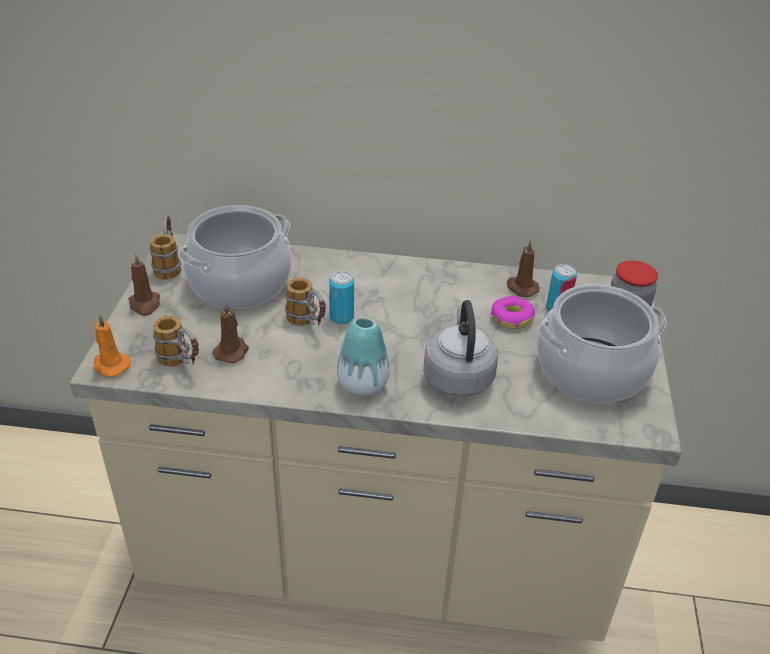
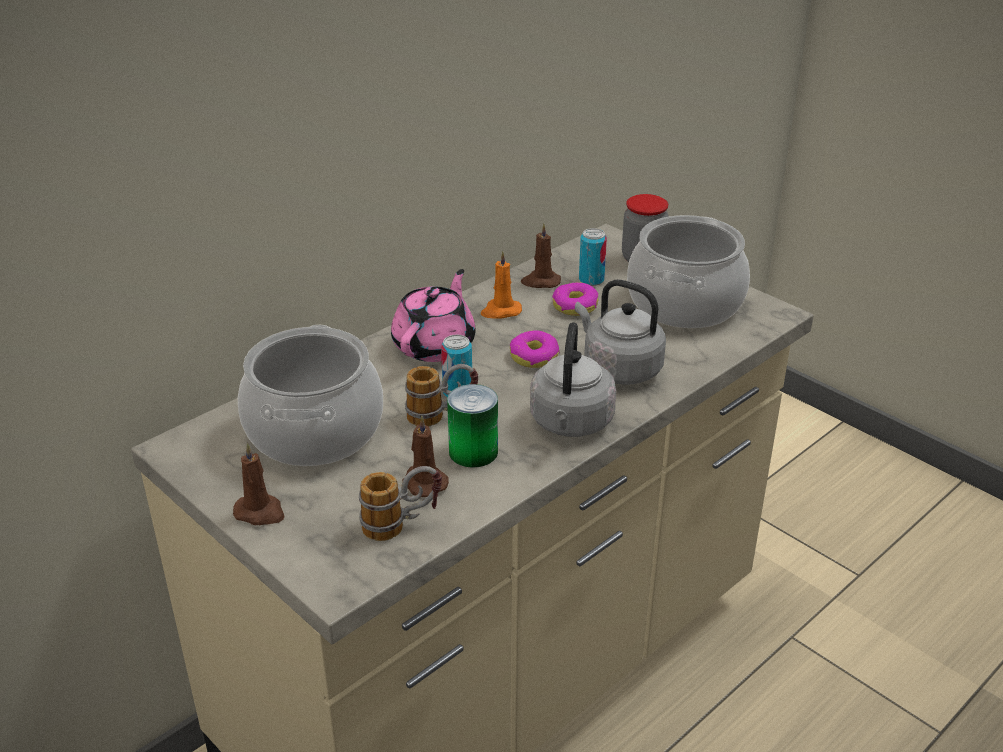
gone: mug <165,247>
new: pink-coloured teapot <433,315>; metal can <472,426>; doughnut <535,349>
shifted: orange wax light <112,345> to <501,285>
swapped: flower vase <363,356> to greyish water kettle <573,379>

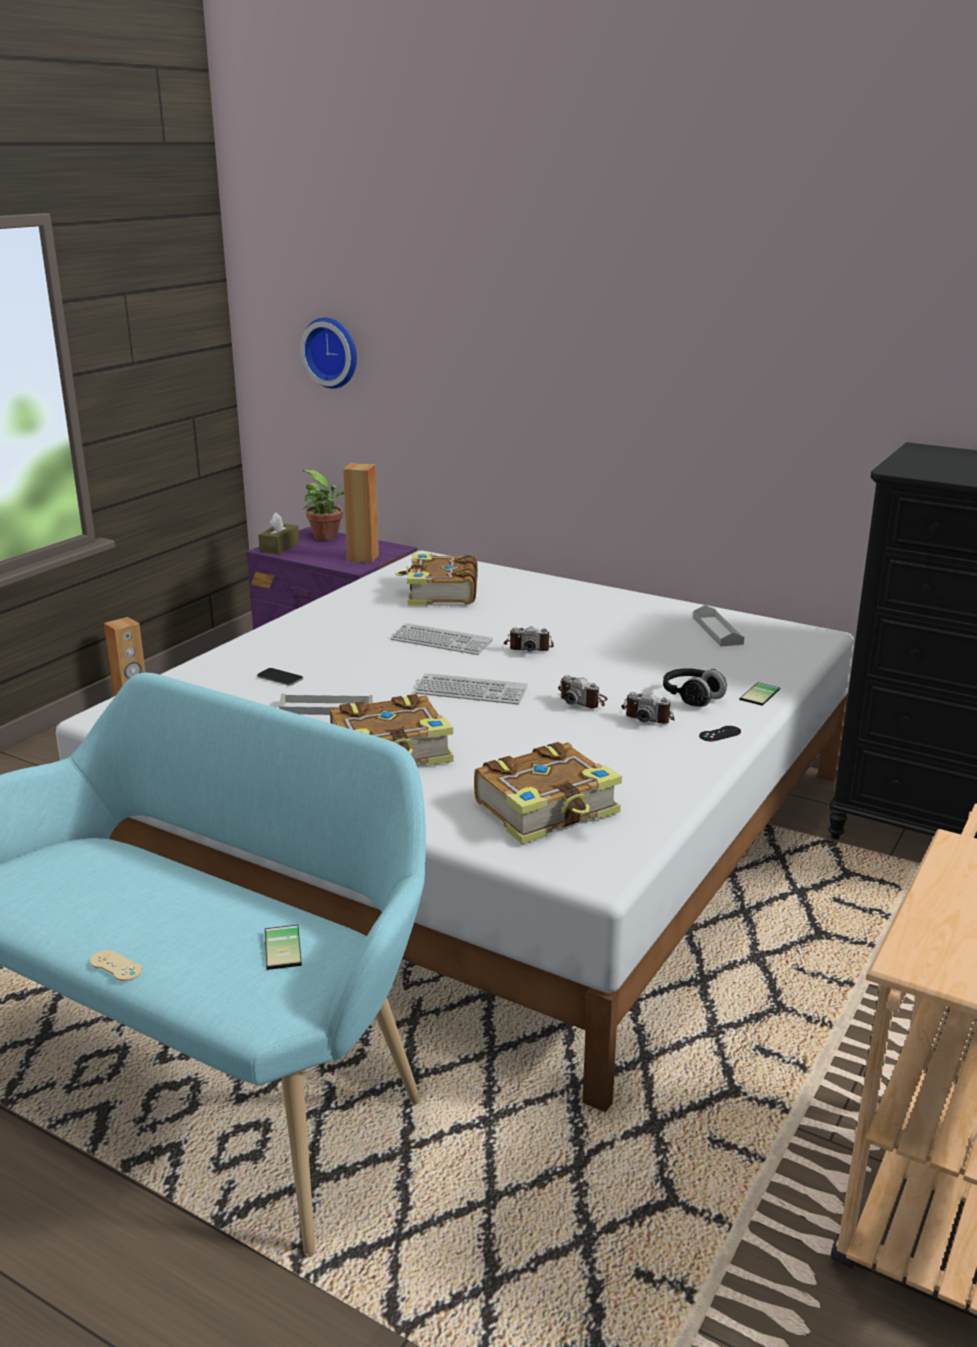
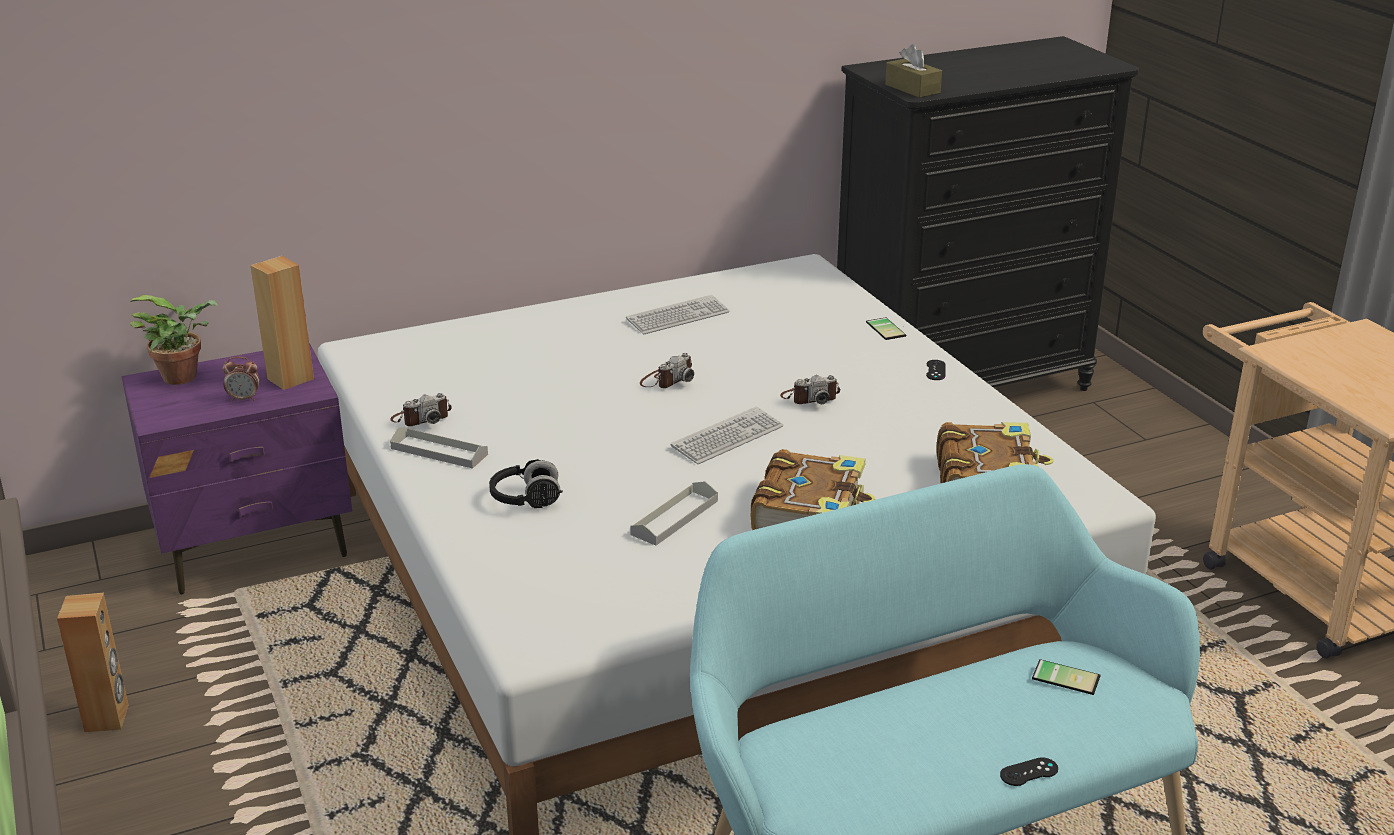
gone: handset <280,677>; wall clock <328,353>; bound book <437,579>
new: table clock <241,379>
shifted: brownish tissue holder <278,533> to <913,71>; computer keyboard <441,639> to <678,314>; still camera <647,708> to <421,409>; black headset <695,687> to <526,483>; greyish tray <718,626> to <439,448>
repainted: sand-coloured gamepad <116,965> to black gamepad <1029,771>

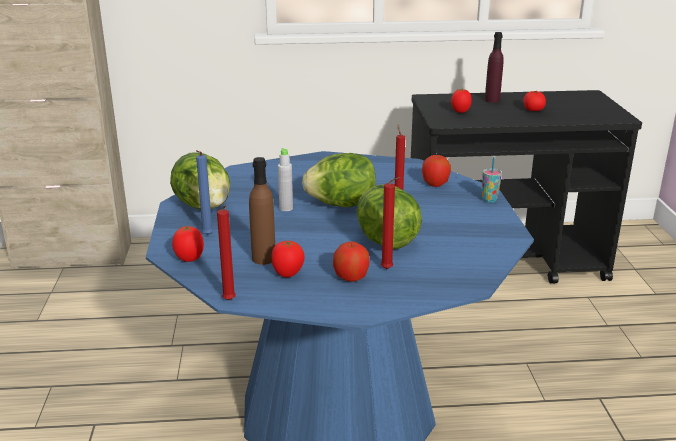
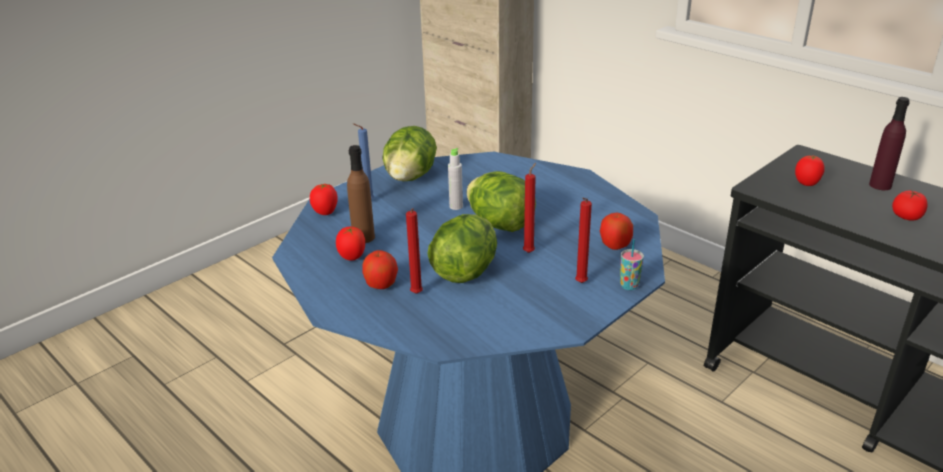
shifted: red-coloured wax light <226,252> to <583,240>

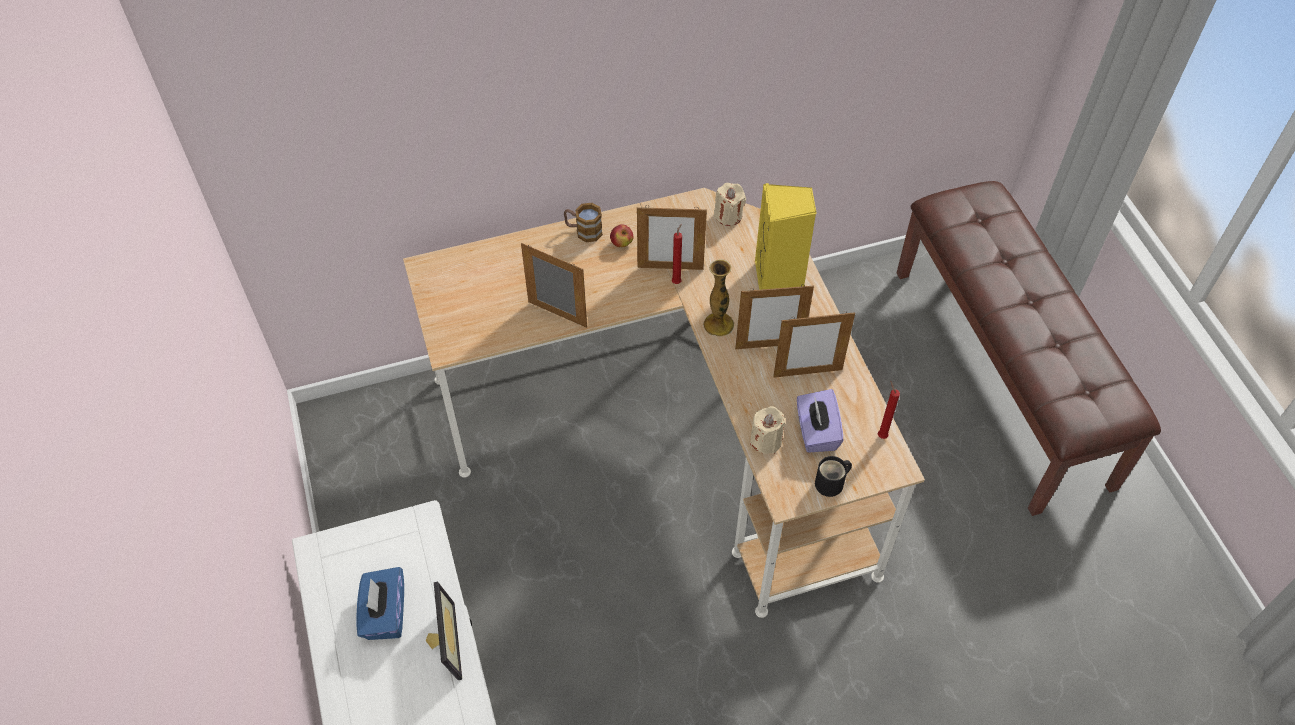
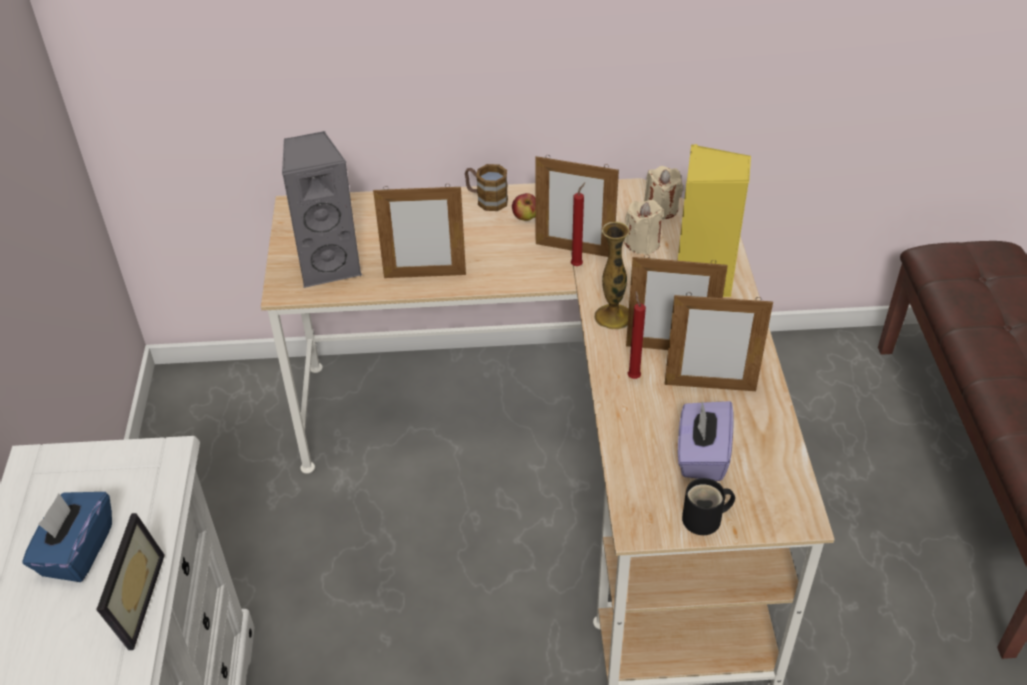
new: greyish speaker <322,209>
shifted: sand-coloured wax light <768,430> to <643,227>; red-coloured wax light <889,410> to <637,335>
rotated: picture frame <554,285> = <419,231> 135 degrees clockwise

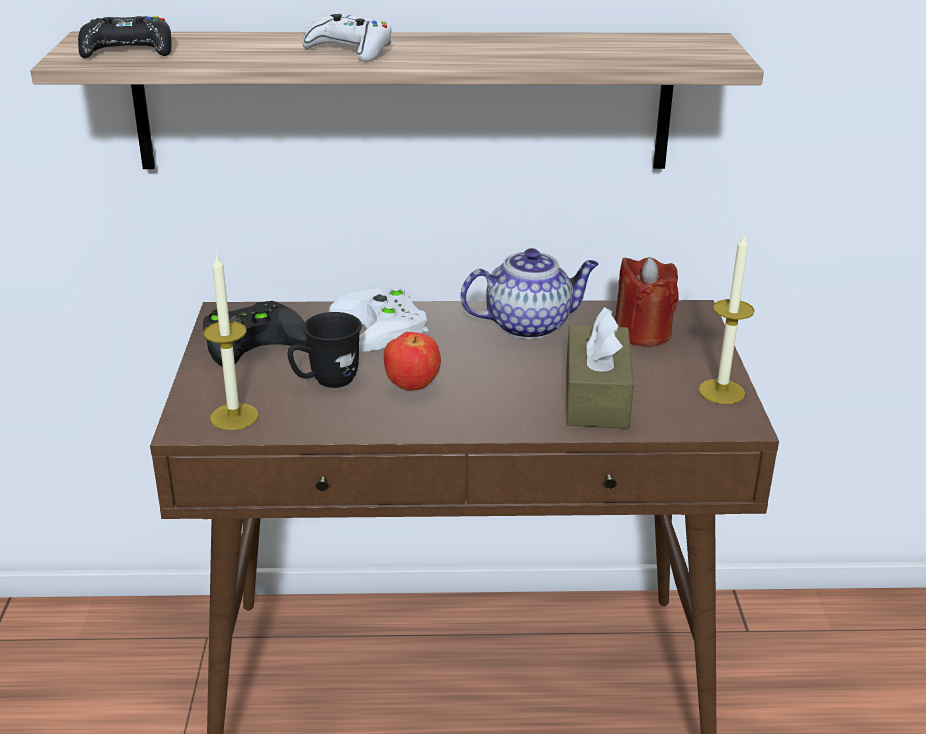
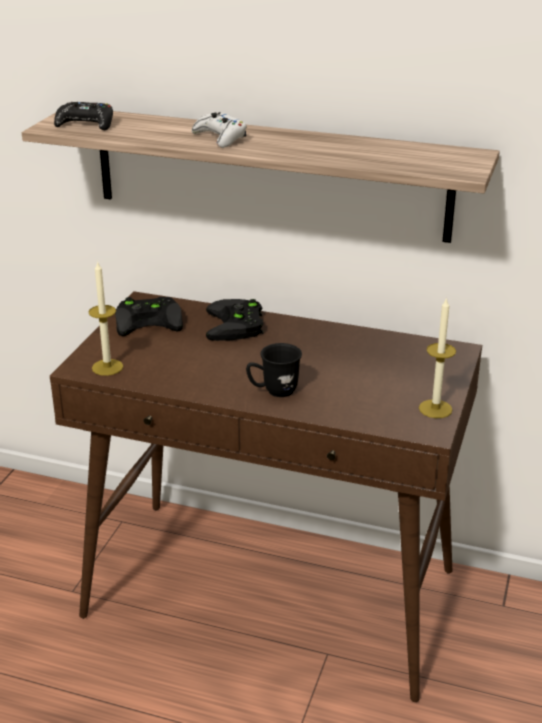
gone: whole apple <412,361>; teapot <529,293>; brownish tissue holder <600,368>; red-coloured wax light <647,302>
shifted: black mug <324,350> to <274,370>
repainted: white-coloured gamepad <378,318> to black gamepad <235,320>

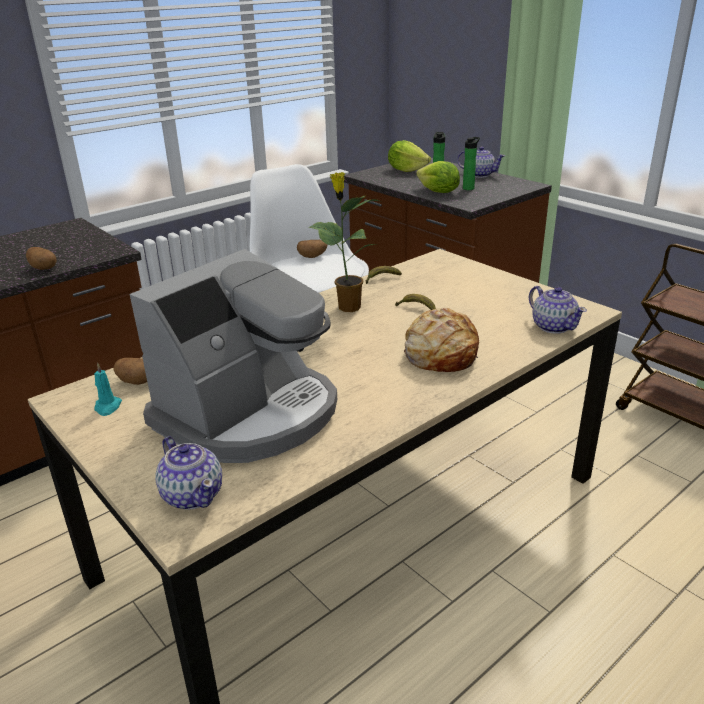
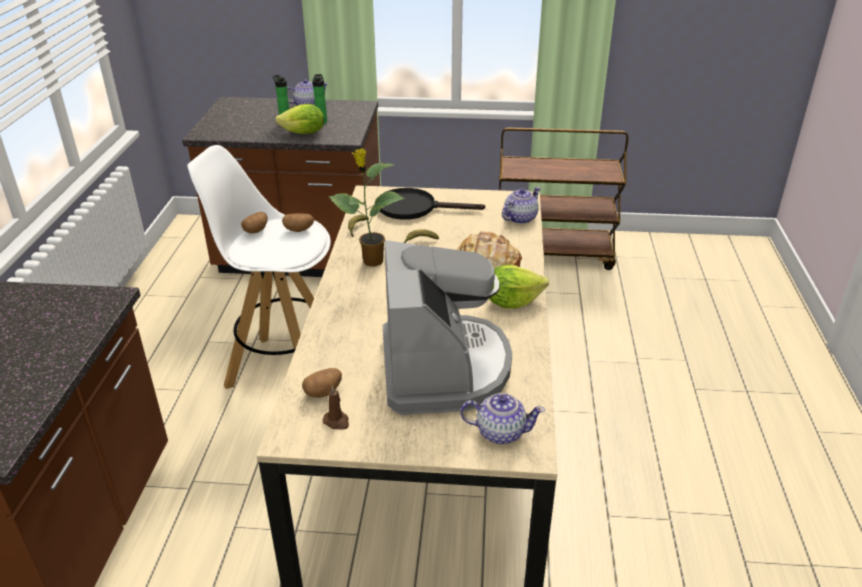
new: black skillet <432,204>
shifted: whole potato <41,258> to <298,222>; lettuce head <409,156> to <519,287>
repainted: turquoise-coloured wax light <108,389> to brownish wax light <335,407>
rotated: teapot <558,310> = <521,205> 60 degrees counterclockwise

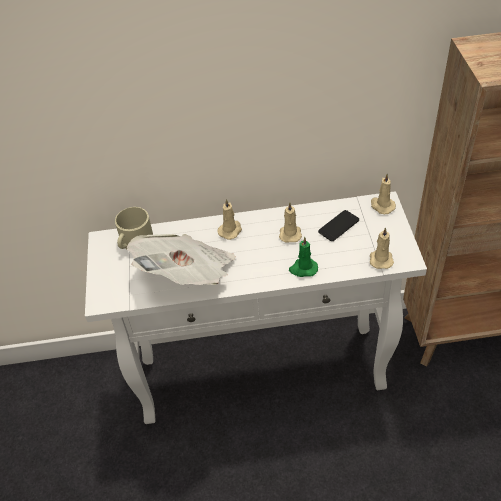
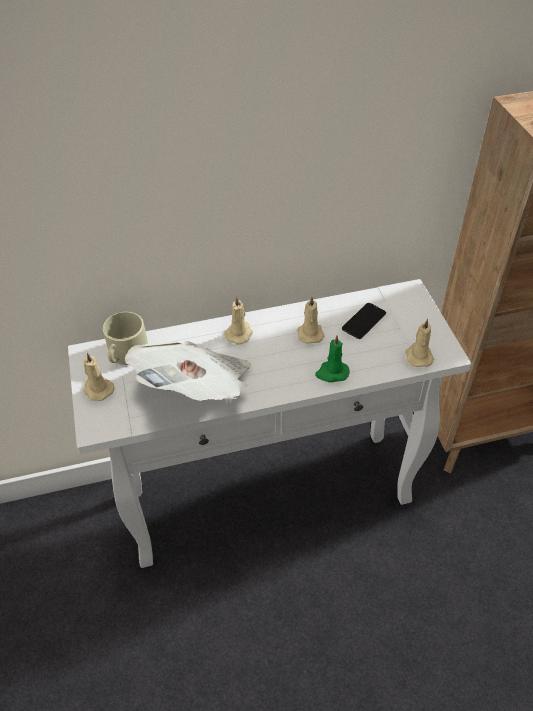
shifted: sand-coloured wax light <383,194> to <99,376>

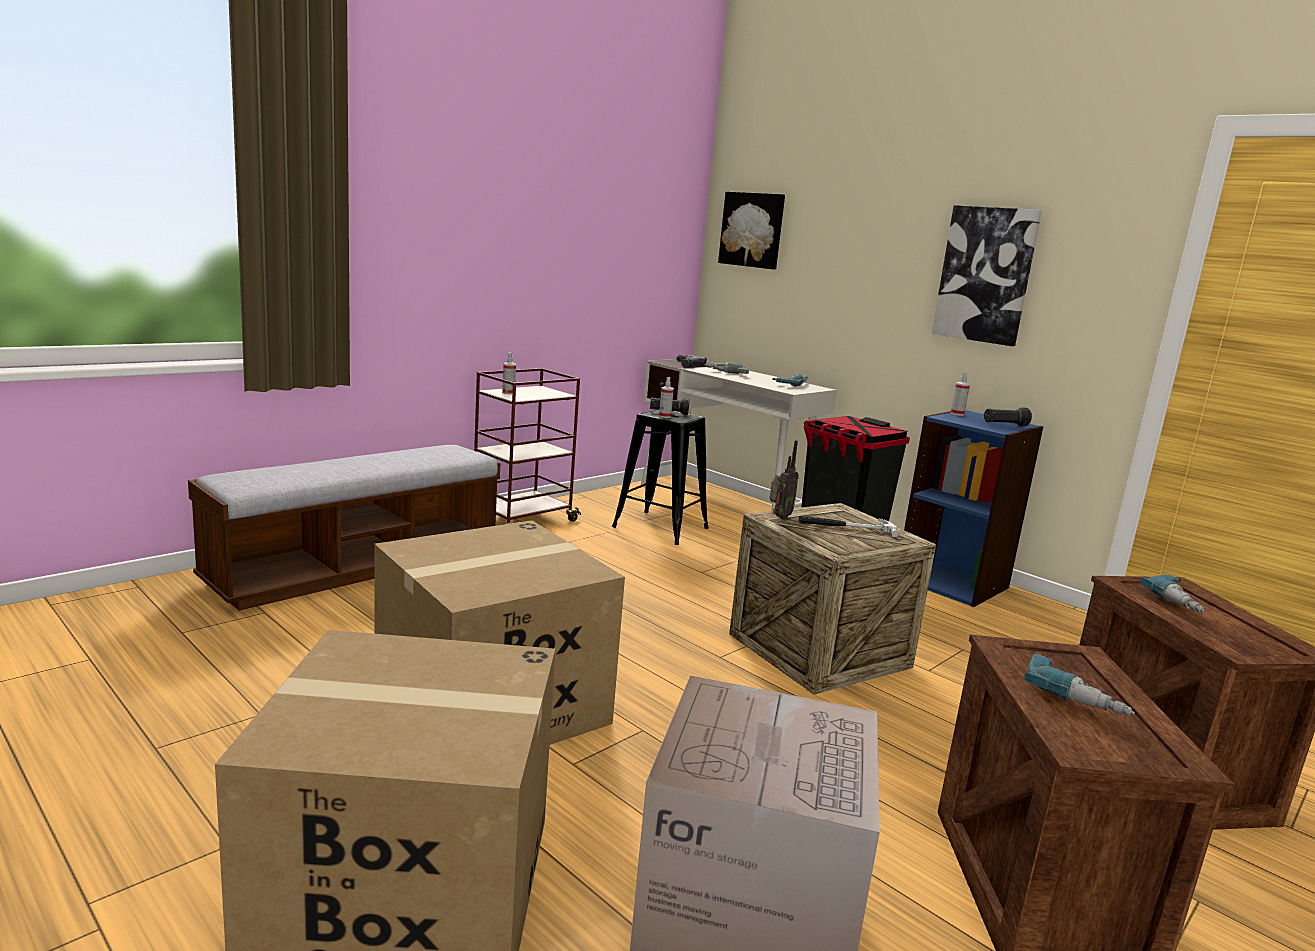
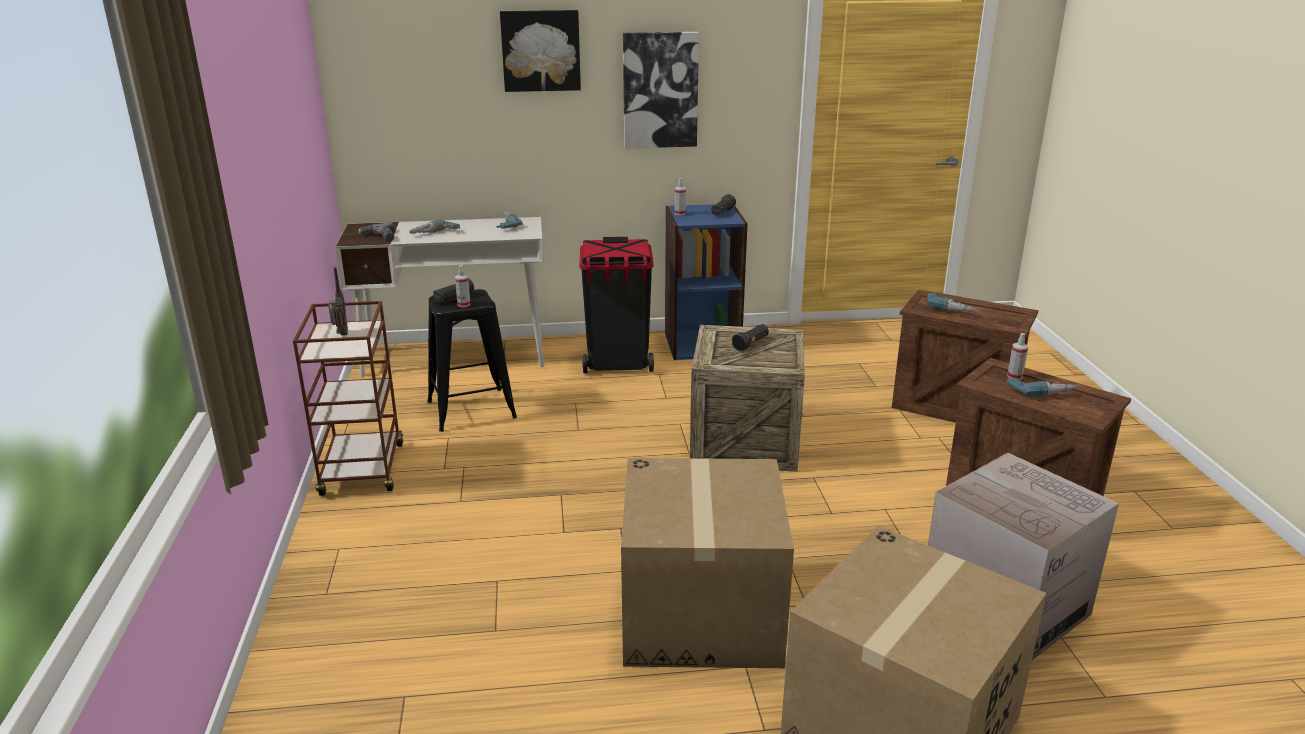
gone: bench <344,528>
shifted: spray bottle <509,373> to <1017,356>; wall picture <751,230> to <540,51>; radio receiver <784,479> to <338,301>
swapped: hammer <849,526> to black hand torch <750,337>

